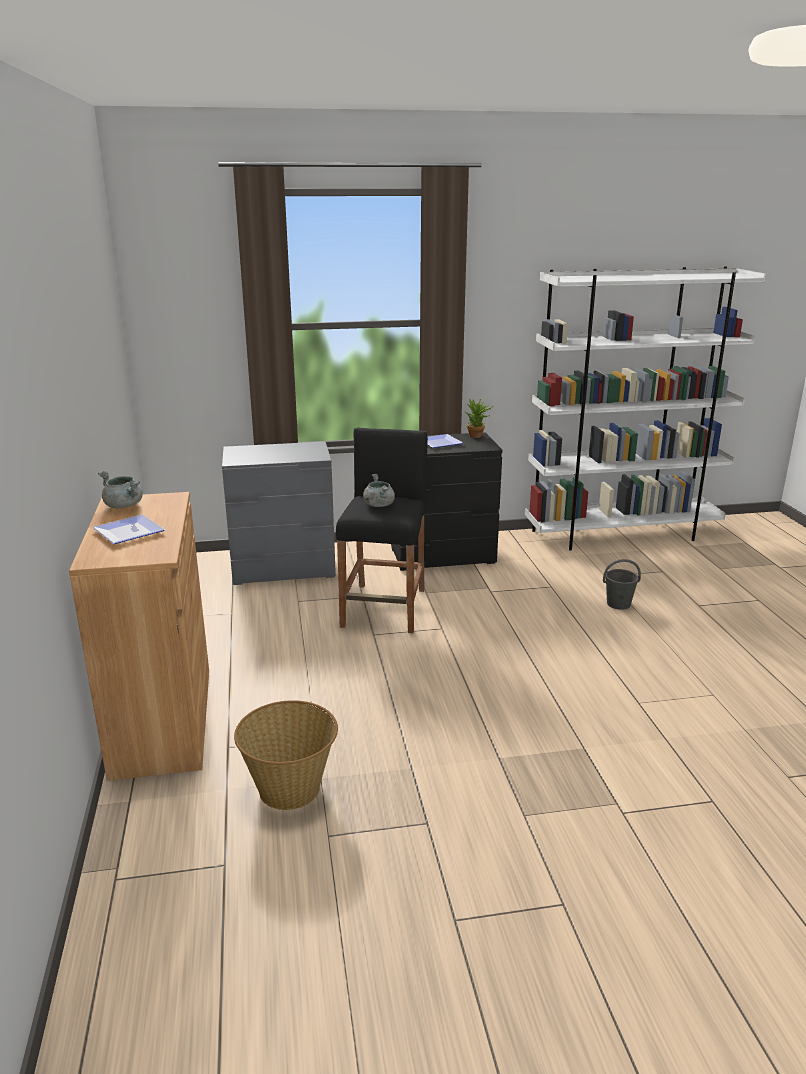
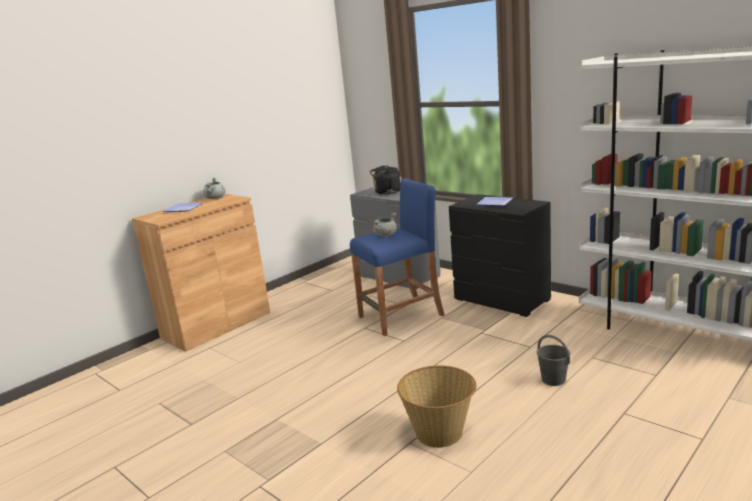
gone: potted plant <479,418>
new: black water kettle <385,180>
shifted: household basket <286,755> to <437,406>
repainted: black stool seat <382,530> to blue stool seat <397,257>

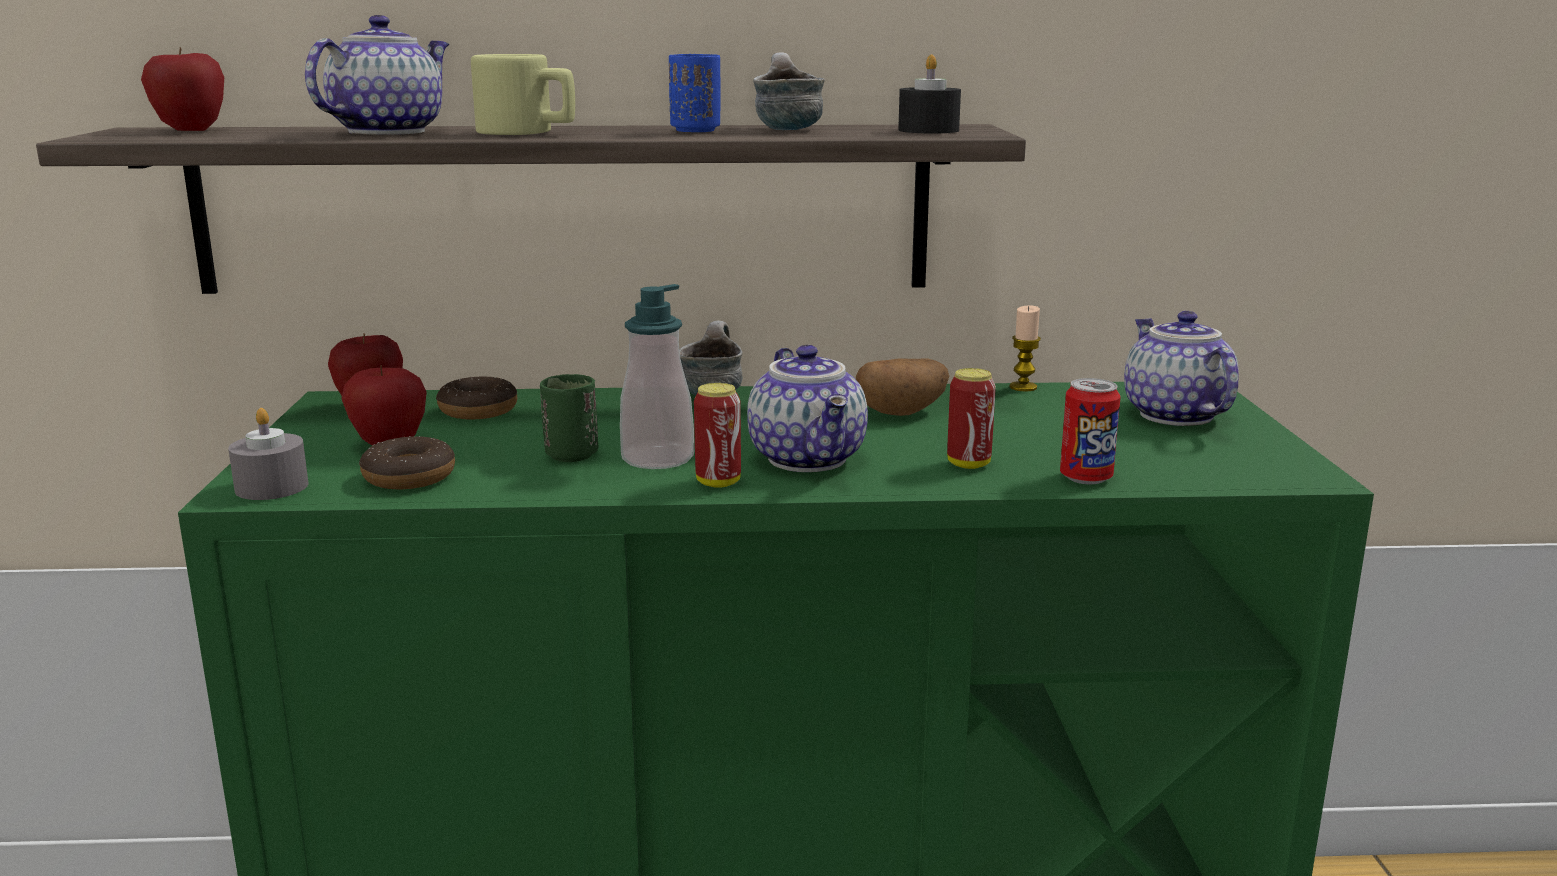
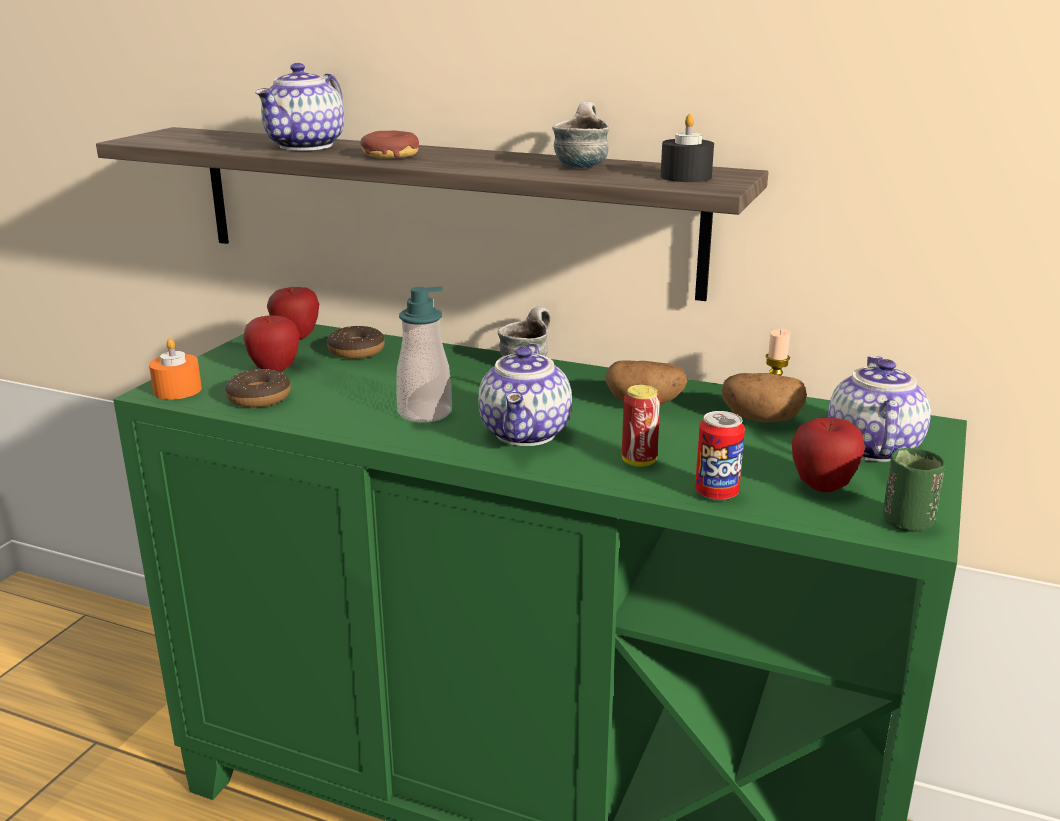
gone: blue cup <695,93>; metal can <717,435>
new: whole potato <764,397>
shifted: whole apple <182,89> to <828,455>; greenish cup <569,418> to <914,490>
swapped: sand-coloured mug <523,94> to doughnut <389,145>
repainted: greyish wax light <268,454> to orange wax light <175,369>
rotated: teapot <377,75> = <299,107> 150 degrees clockwise

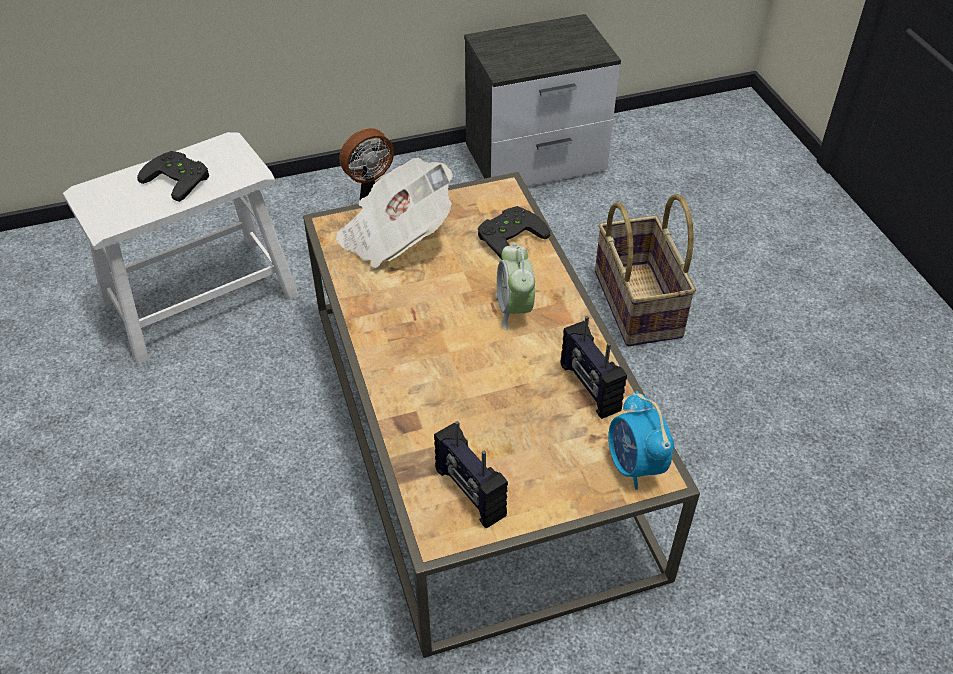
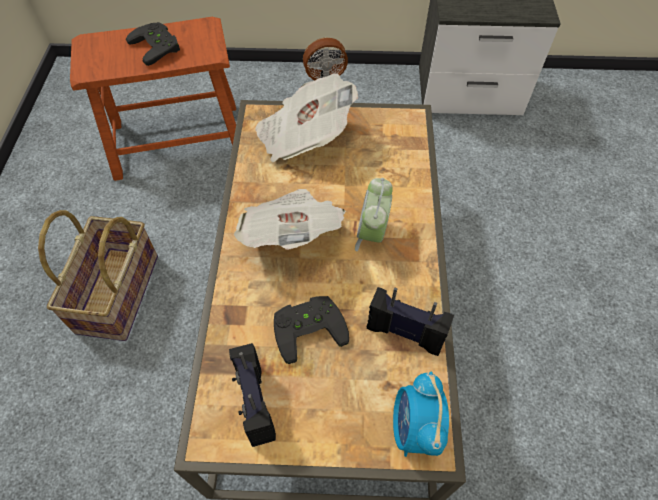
new: printed paper <290,219>
shifted: black gamepad <514,233> to <311,330>; household basket <645,270> to <98,275>
repainted: white-coloured stool seat <181,248> to brownish stool seat <153,99>
rotated: radio receiver <594,367> = <410,321> 120 degrees clockwise

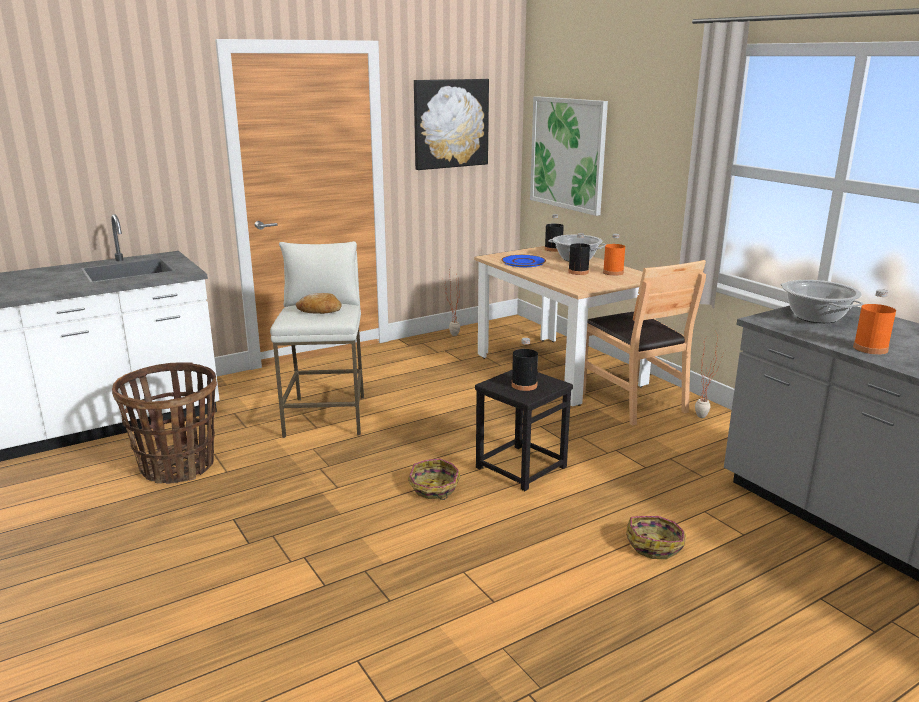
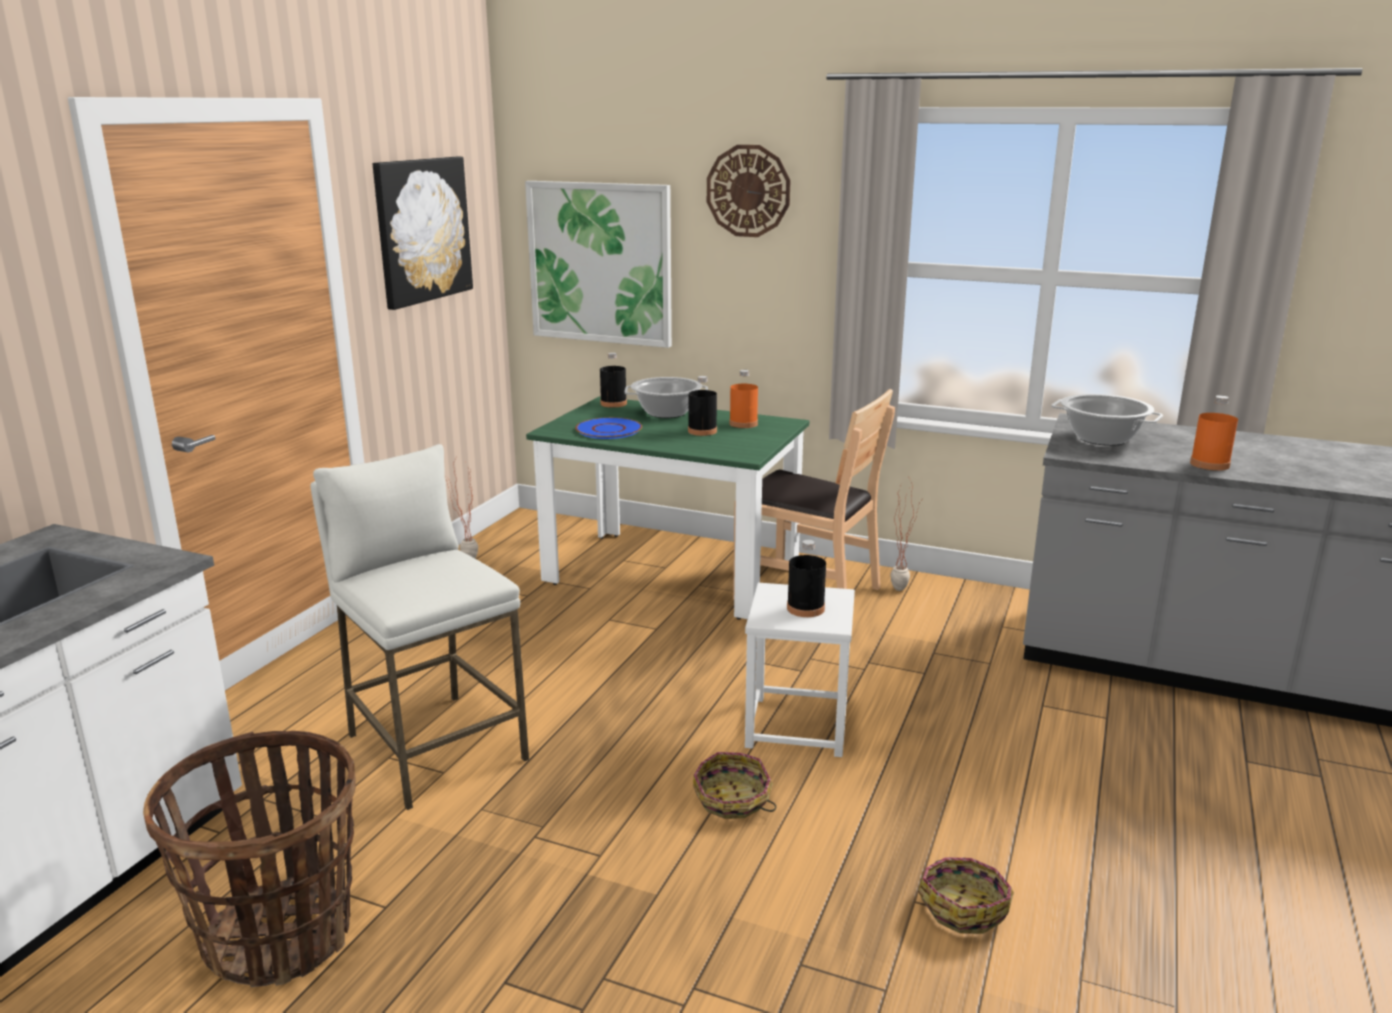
gone: bakery bread <318,303>
new: wall clock <748,191>
shifted: household basket <656,537> to <966,895>
repainted: sand-coloured dinner table <562,326> to greenish dinner table <667,508>; black stool seat <524,430> to white-coloured stool seat <800,670>

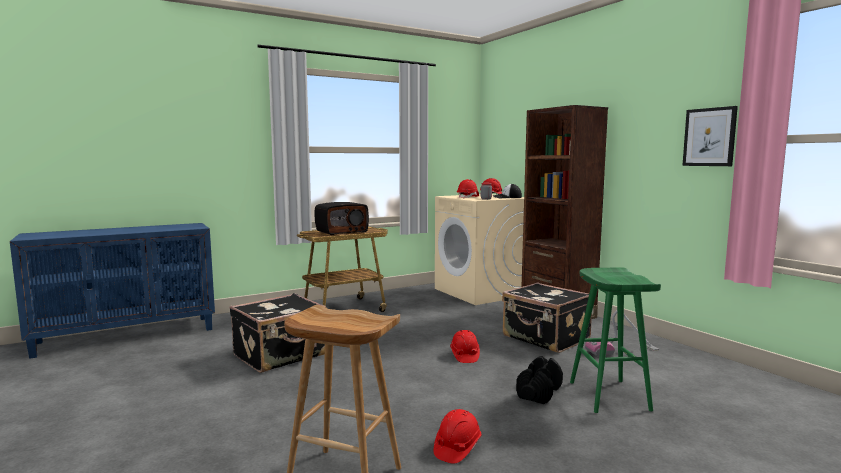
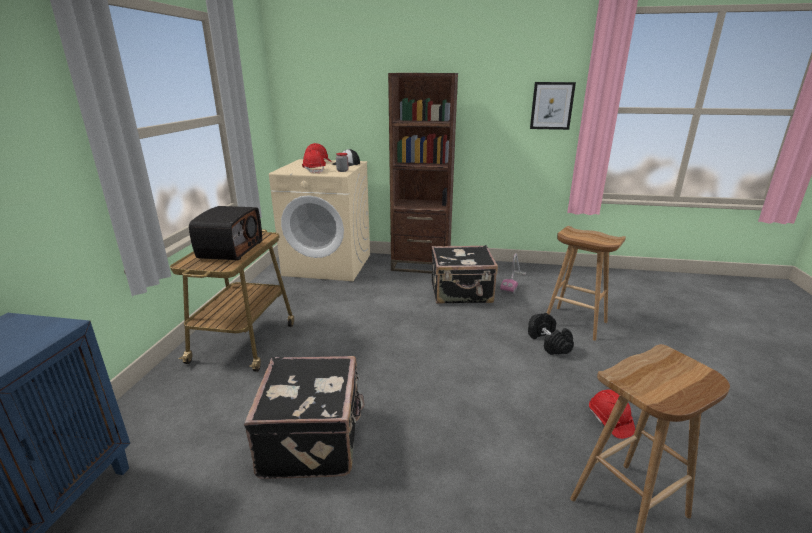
gone: red-coloured work helmet <465,346>
repainted: greenish stool seat <615,340> to brownish stool seat <586,283>

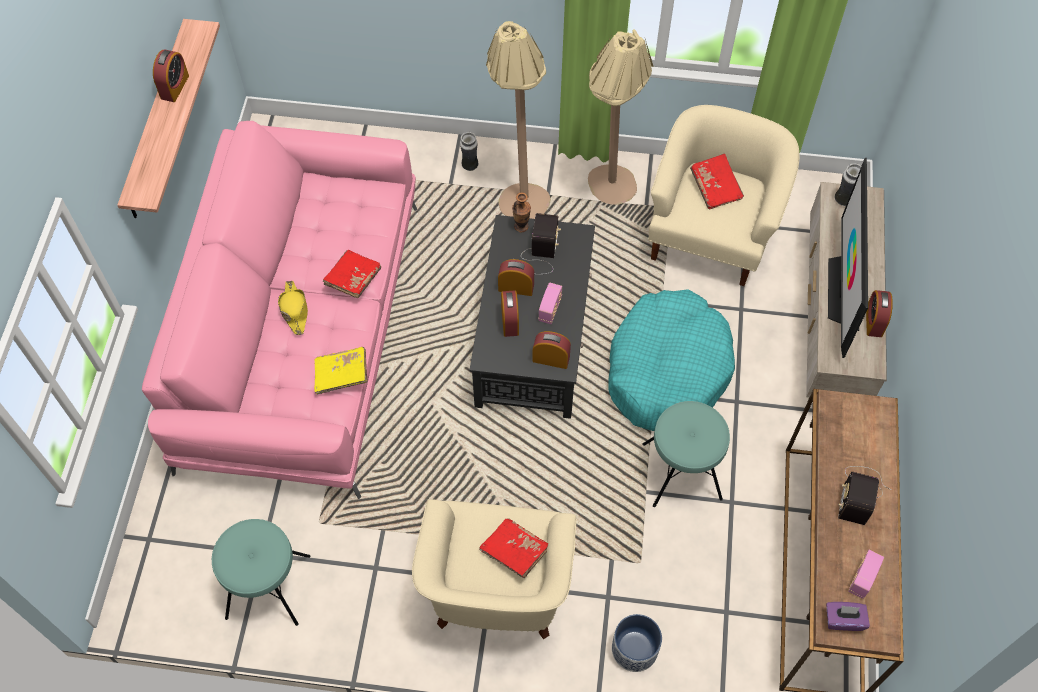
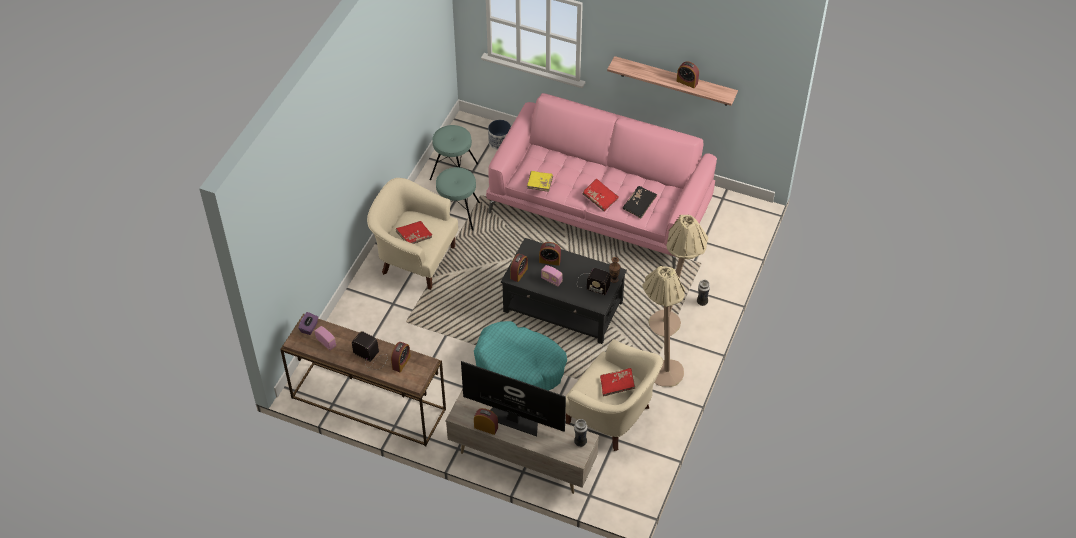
gone: yellow wearable hat <293,307>
new: black bound book <640,202>
shifted: table clock <516,277> to <401,357>; plant pot <637,643> to <499,135>; turquoise-coloured stool seat <686,454> to <458,199>

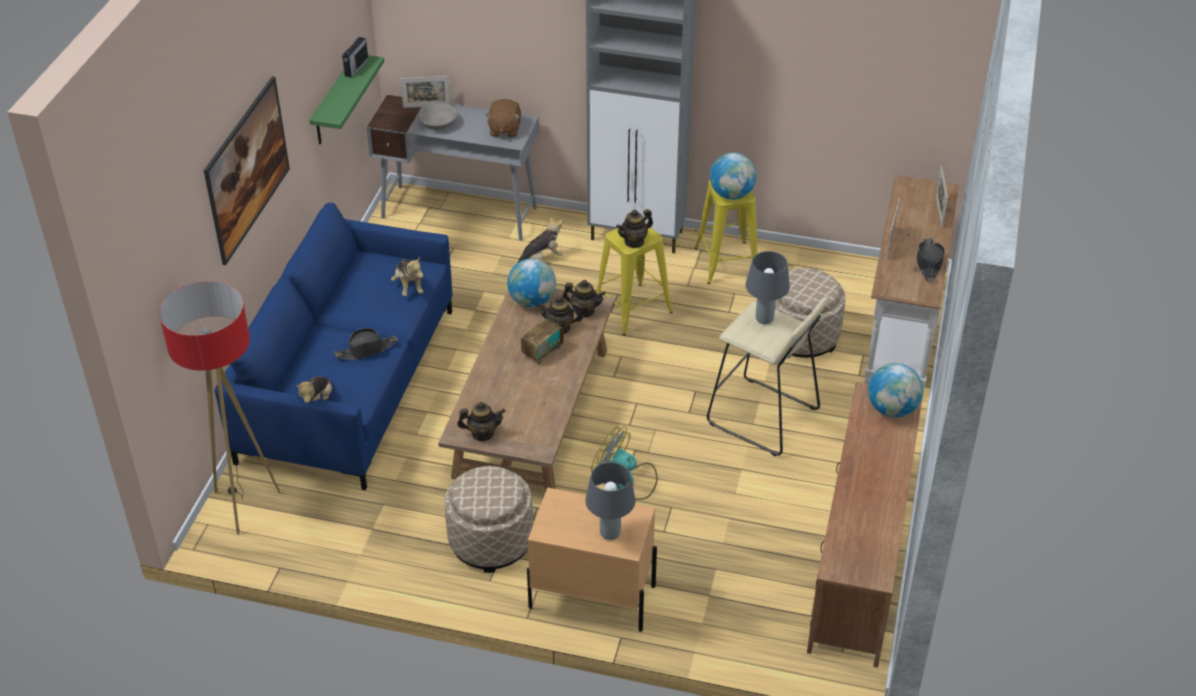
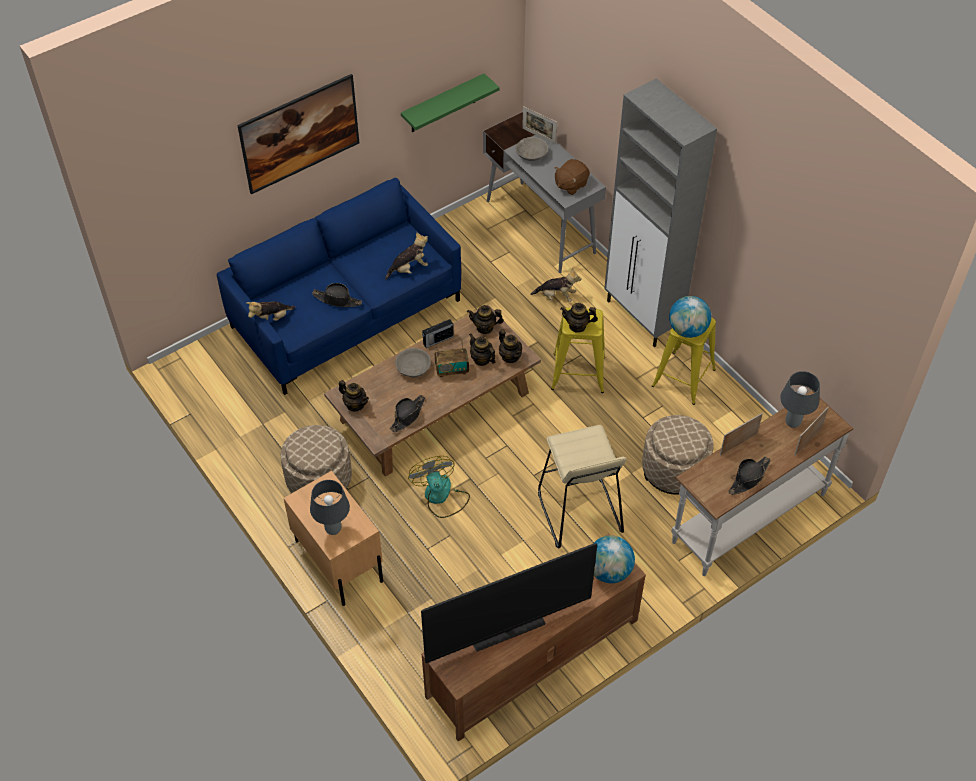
gone: standing lamp <219,407>
new: black wearable hat <407,413>; greyish bowl <413,362>; TV <509,603>
shifted: radio receiver <355,56> to <438,333>; greyish lamp for a table <767,287> to <800,399>
swapped: world globe <531,282> to teapot <485,319>
rotated: soft toy <407,276> = <406,256> 135 degrees counterclockwise

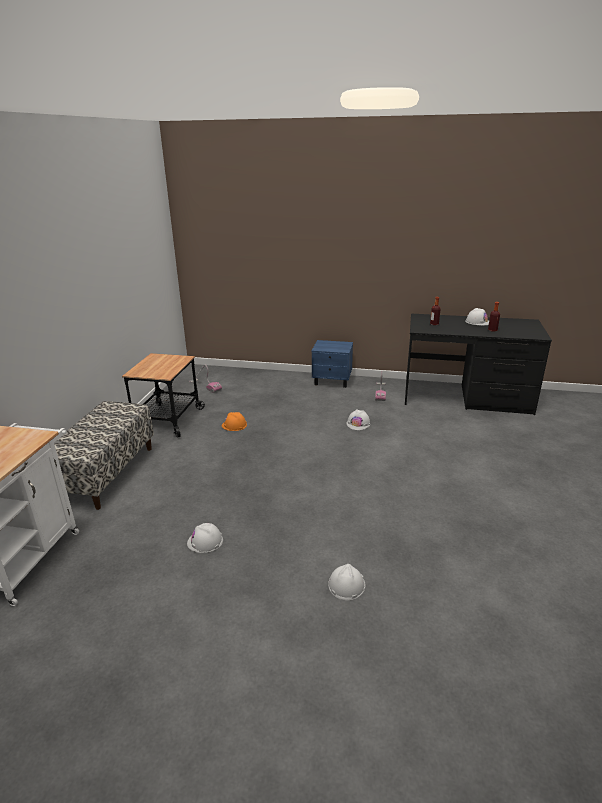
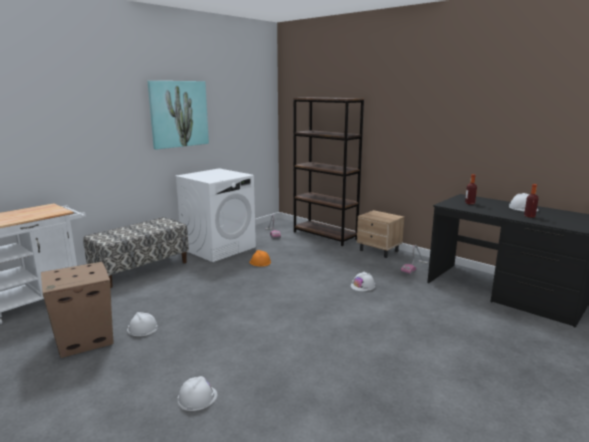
new: carton <77,310>; wall picture <178,115>; brownish shelving unit <328,171>
swapped: trolley <163,395> to white-coloured laundry appliance <215,215>
repainted: blue bedside table <332,364> to sand-coloured bedside table <380,234>

